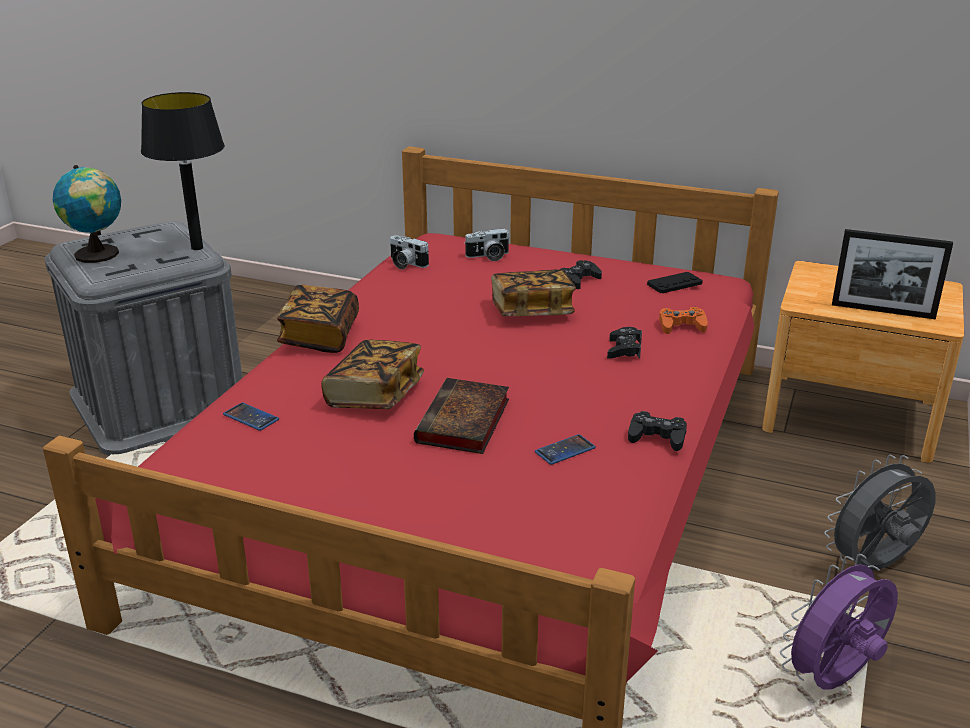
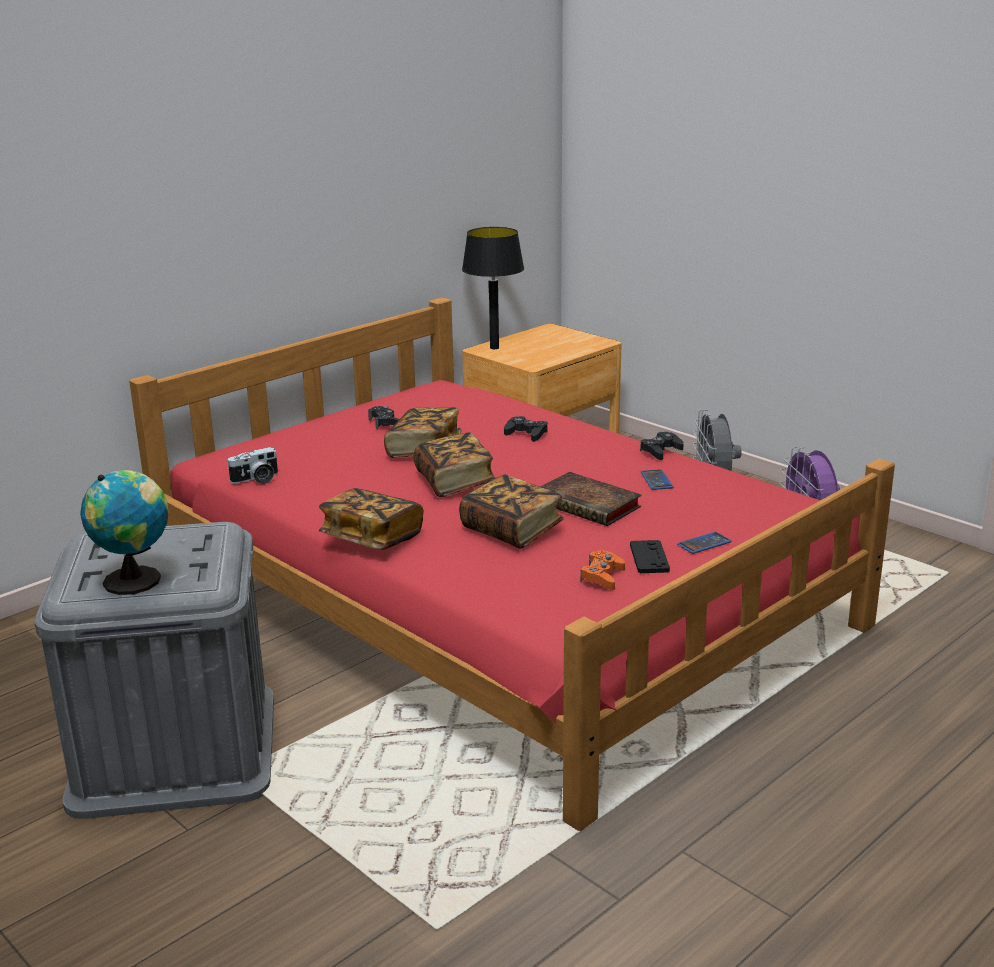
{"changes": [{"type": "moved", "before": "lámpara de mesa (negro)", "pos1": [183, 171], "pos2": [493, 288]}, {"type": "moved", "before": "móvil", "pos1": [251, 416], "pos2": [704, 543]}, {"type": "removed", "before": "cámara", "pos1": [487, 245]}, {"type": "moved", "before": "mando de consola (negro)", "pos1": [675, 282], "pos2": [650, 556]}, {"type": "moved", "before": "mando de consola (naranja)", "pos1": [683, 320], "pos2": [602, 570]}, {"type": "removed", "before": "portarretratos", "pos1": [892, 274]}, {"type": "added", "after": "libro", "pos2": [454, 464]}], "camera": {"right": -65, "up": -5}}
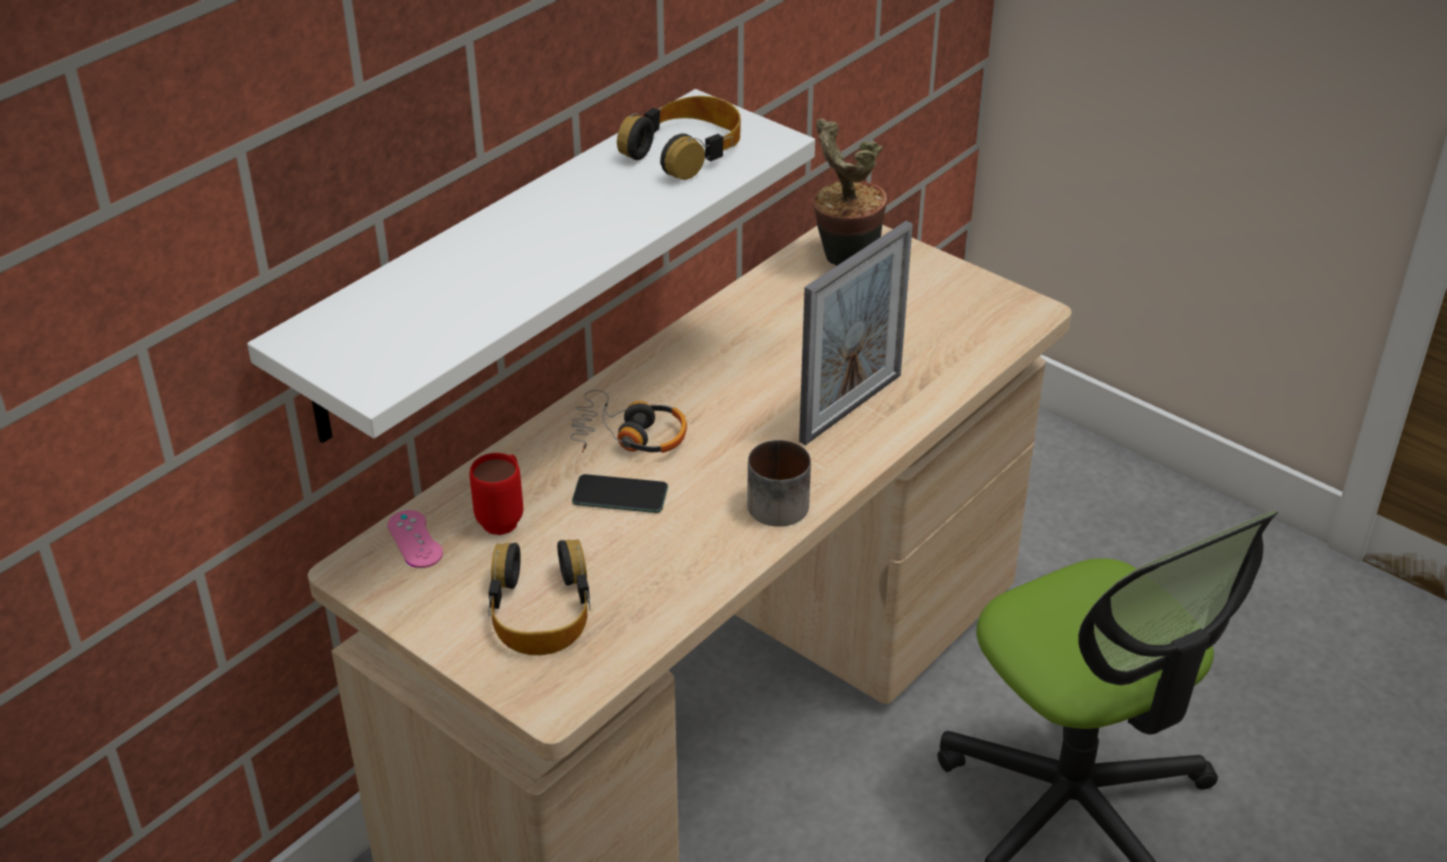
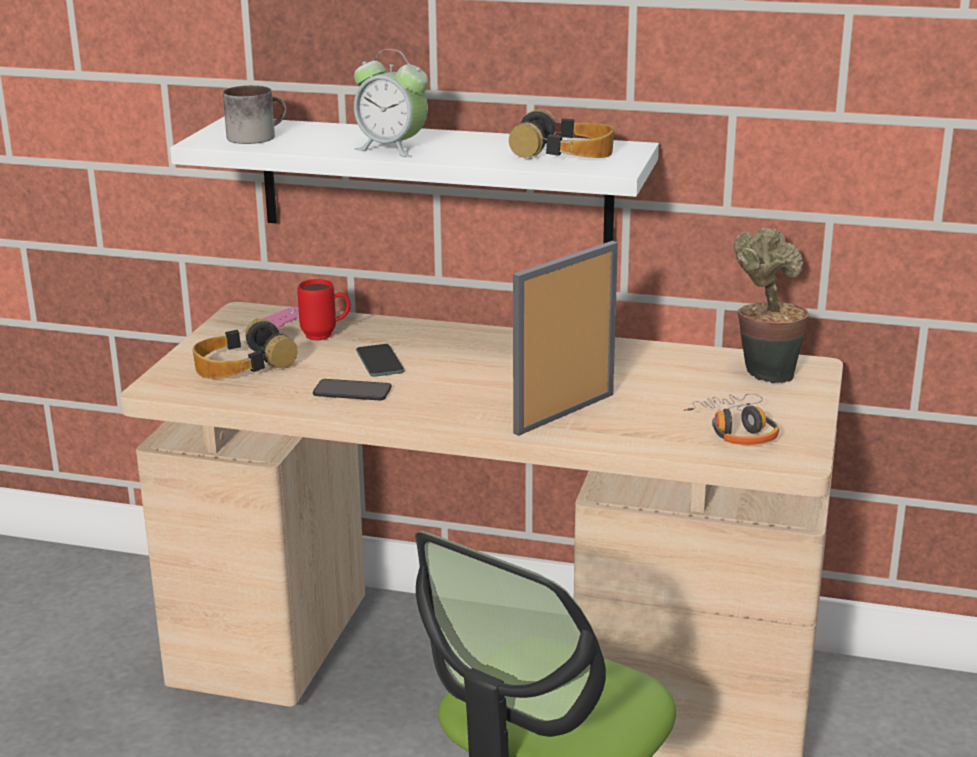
{"changes": [{"type": "moved", "before": "auriculares", "pos1": [628, 421], "pos2": [731, 419]}, {"type": "moved", "before": "taza grande", "pos1": [779, 483], "pos2": [255, 114]}, {"type": "turned", "before": "portarretratos", "pos1": [856, 333], "pos2": [565, 338], "turn": 120}, {"type": "added", "after": "móvil", "pos2": [352, 389]}, {"type": "added", "after": "despertador", "pos2": [391, 103]}], "camera": {"right": 65, "up": -15}}
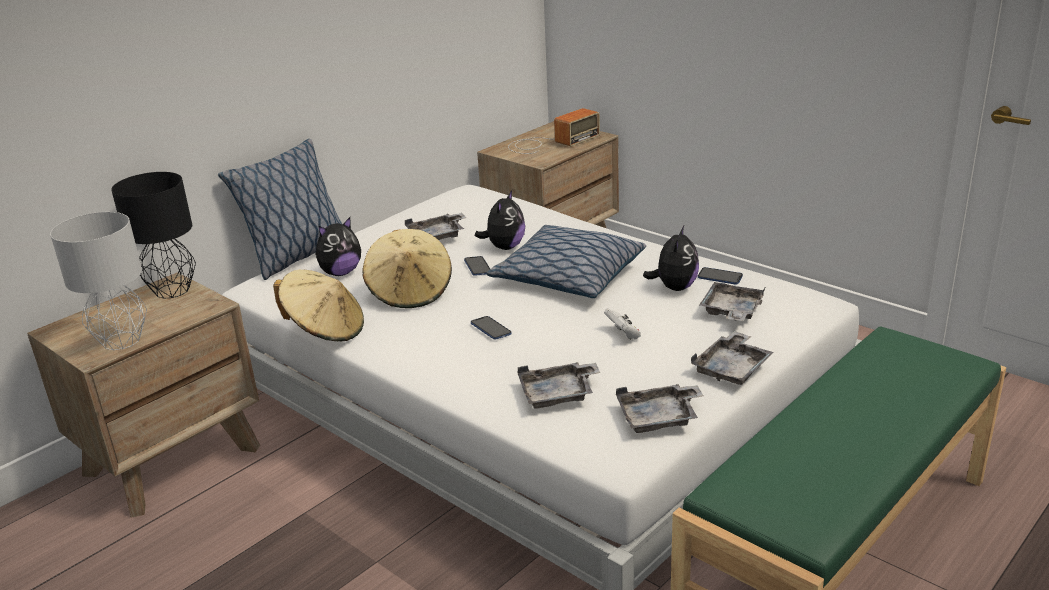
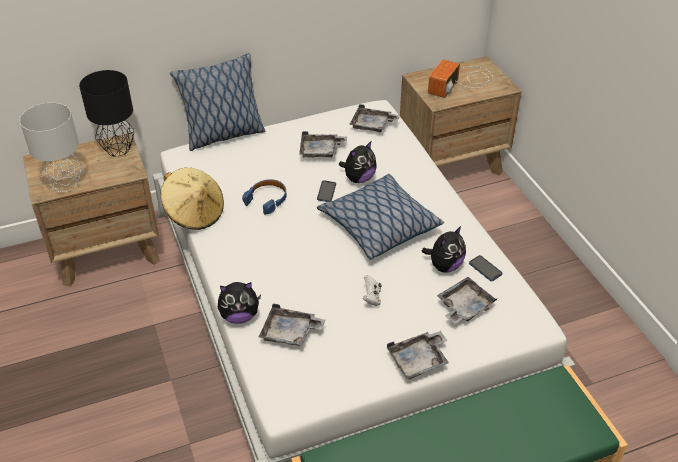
{"changes": [{"type": "moved", "before": "peluche", "pos1": [338, 246], "pos2": [239, 303]}, {"type": "replaced", "before": "sombrero (beis)", "after": "auriculares (azul)", "pos1": [407, 268], "pos2": [264, 197]}, {"type": "removed", "before": "móvil", "pos1": [491, 327]}, {"type": "turned", "before": "radio", "pos1": [554, 131], "pos2": [460, 78], "turn": 135}, {"type": "moved", "before": "bandeja (gris)", "pos1": [659, 408], "pos2": [374, 118]}], "camera": {"right": 25, "up": 15}}
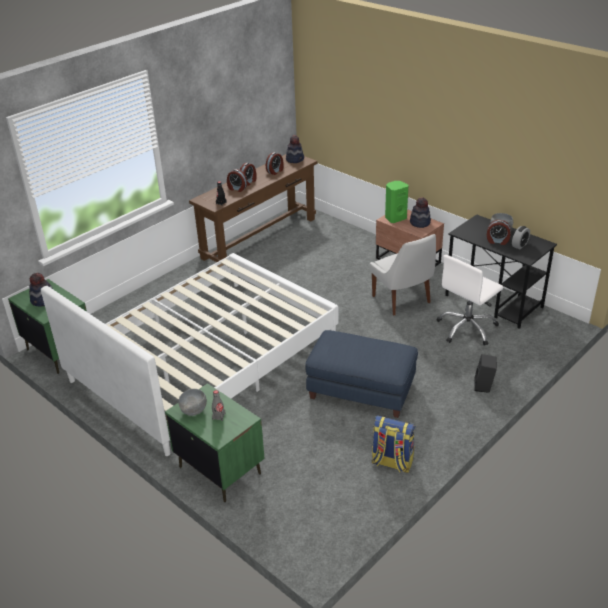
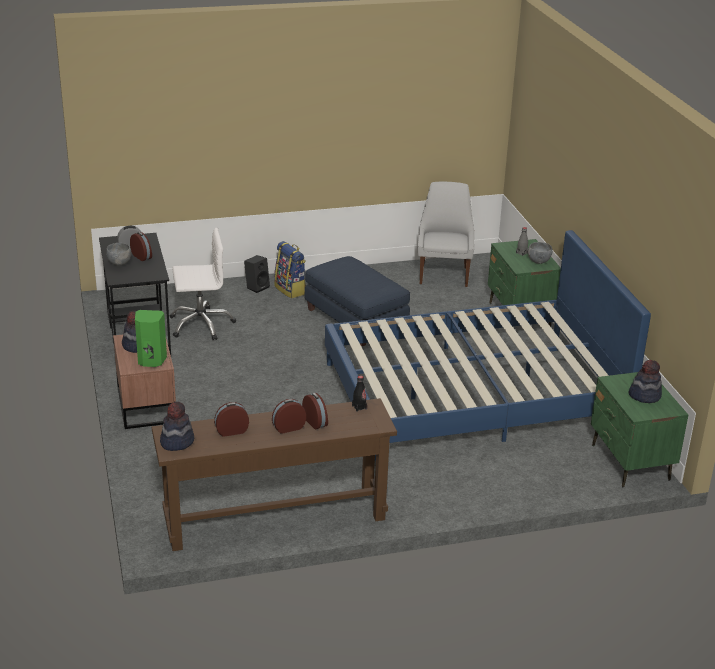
{"changes": [{"type": "recoloured", "before": "cama (blanco)", "after": "cama (azul)", "pos1": [190, 354], "pos2": [488, 345]}, {"type": "moved", "before": "silla (blanco)", "pos1": [403, 275], "pos2": [446, 234]}, {"type": "moved", "before": "mochila", "pos1": [393, 444], "pos2": [290, 270]}], "camera": {"right": -150, "up": -5}}
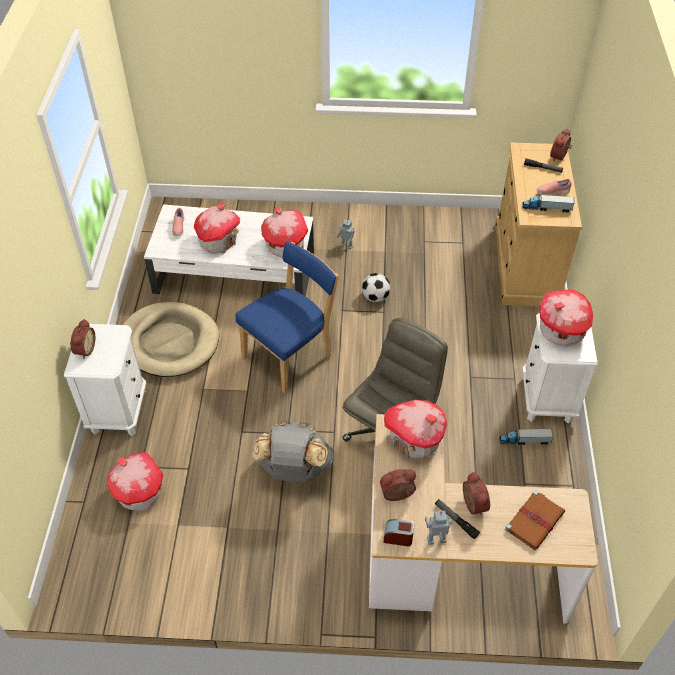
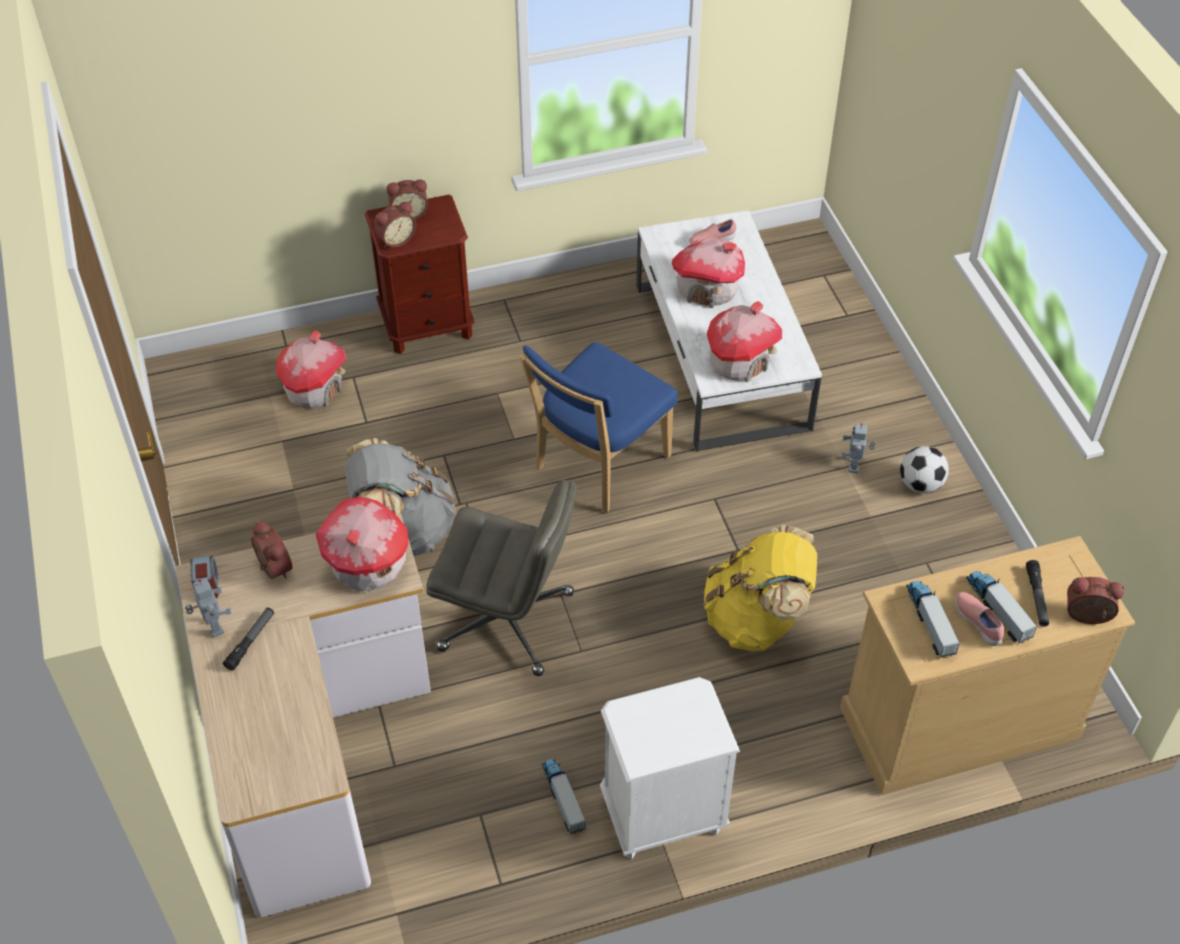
{"changes": [{"type": "recoloured", "before": "mesita de noche (blanco)", "after": "mesita de noche (marrón)", "pos1": [105, 380], "pos2": [419, 274]}, {"type": "removed", "before": "cama para perro (beis)", "pos1": [171, 339]}, {"type": "turned", "before": "silla (azul)", "pos1": [287, 317], "pos2": [599, 427], "turn": 105}, {"type": "moved", "before": "balón de fútbol", "pos1": [376, 287], "pos2": [924, 469]}, {"type": "moved", "before": "despertador", "pos1": [476, 494], "pos2": [395, 225]}, {"type": "removed", "before": "libro (marrón)", "pos1": [535, 520]}, {"type": "removed", "before": "casita", "pos1": [566, 318]}, {"type": "added", "after": "mochila (amarillo)", "pos2": [760, 588]}, {"type": "added", "after": "camión de juguete", "pos2": [1001, 607]}], "camera": {"right": 70, "up": 0}}
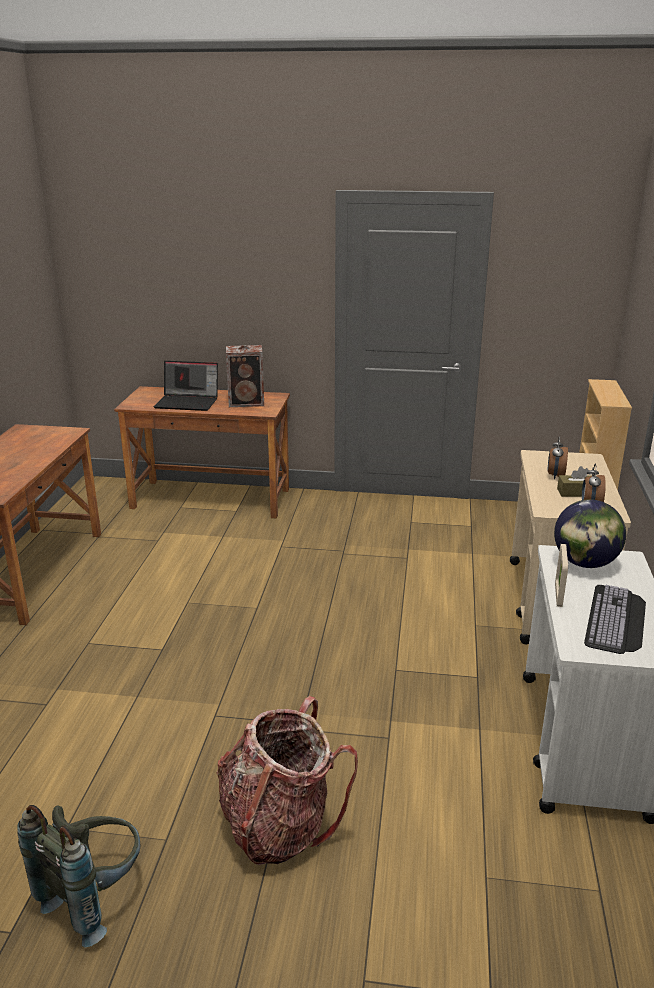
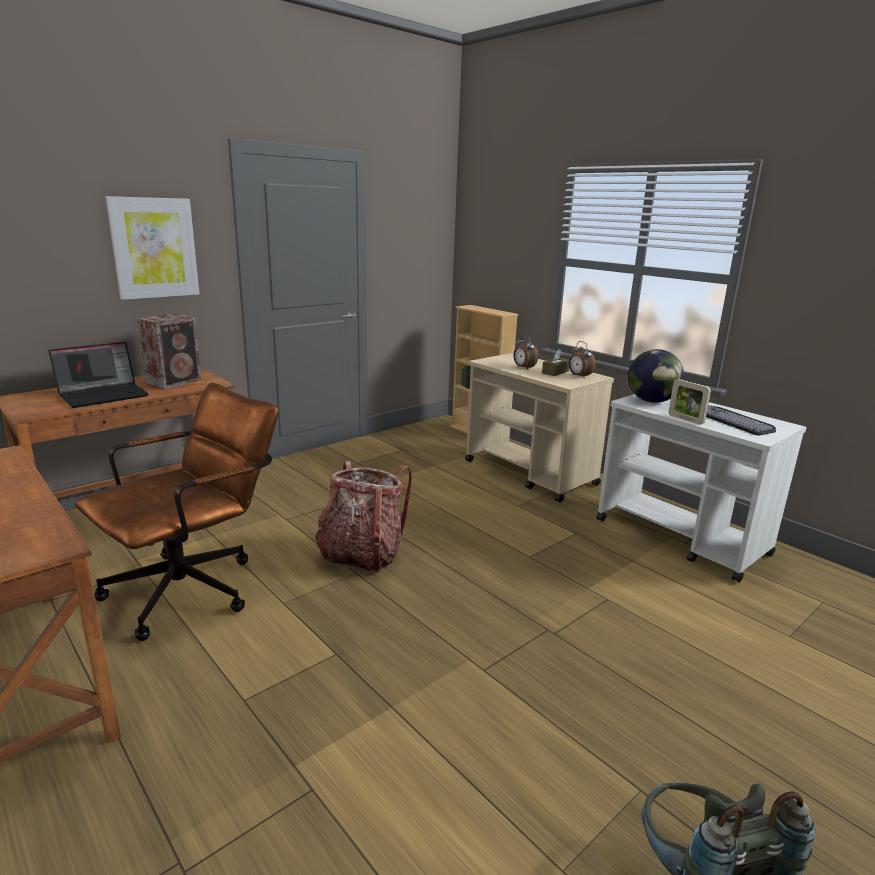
{"changes": [{"type": "moved", "before": "mochila", "pos1": [287, 780], "pos2": [363, 517]}, {"type": "added", "after": "silla de oficina (marrón)", "pos2": [177, 512]}, {"type": "added", "after": "cuadro", "pos2": [152, 248]}], "camera": {"right": -50, "up": -5}}
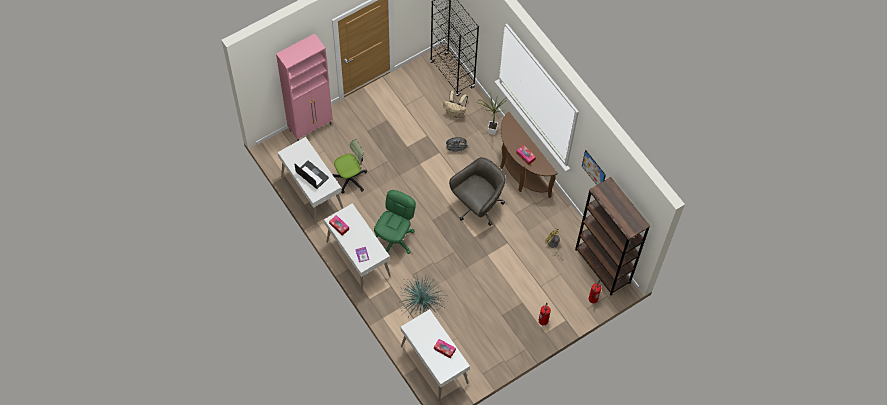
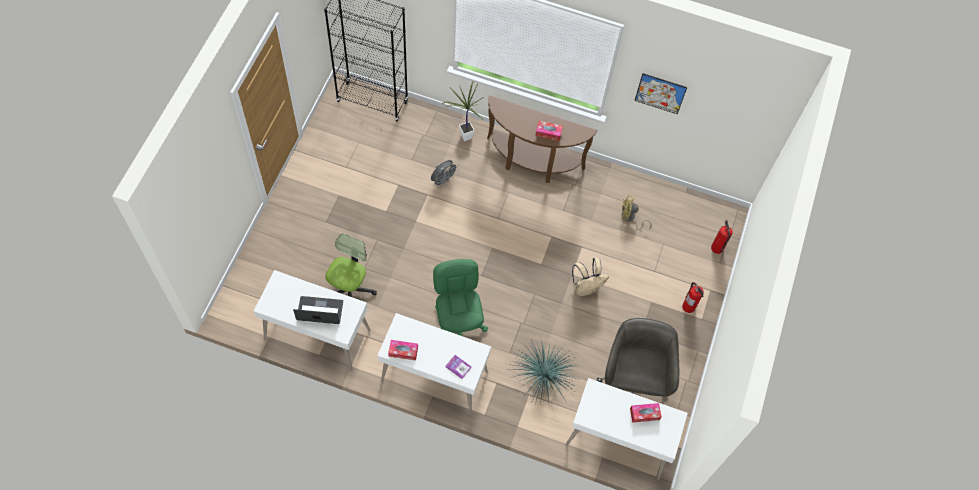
{"changes": [{"type": "removed", "before": "armario (rosa)", "pos1": [304, 87]}, {"type": "moved", "before": "mochila (beis)", "pos1": [455, 104], "pos2": [590, 277]}, {"type": "moved", "before": "silla de oficina (gris)", "pos1": [477, 191], "pos2": [638, 357]}, {"type": "removed", "before": "estantería (marrón)", "pos1": [612, 236]}], "camera": {"right": -40, "up": 0}}
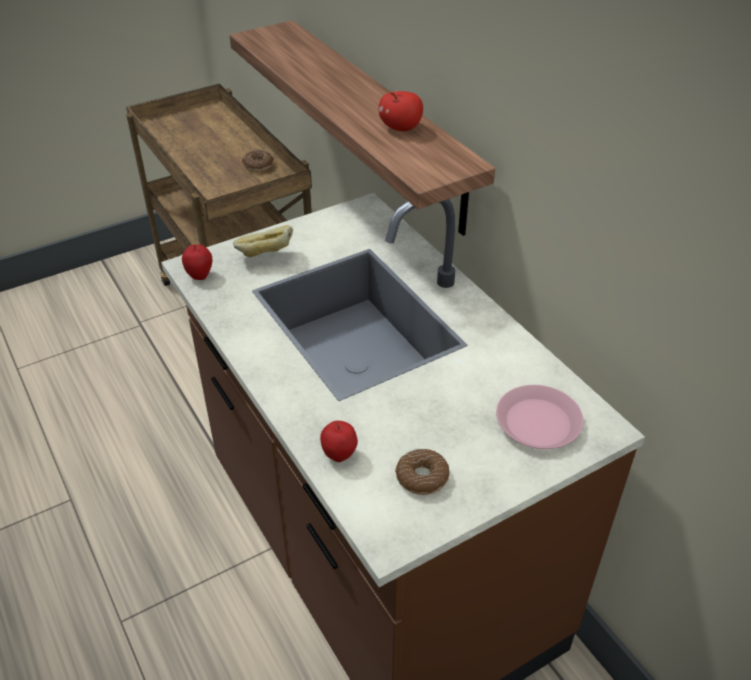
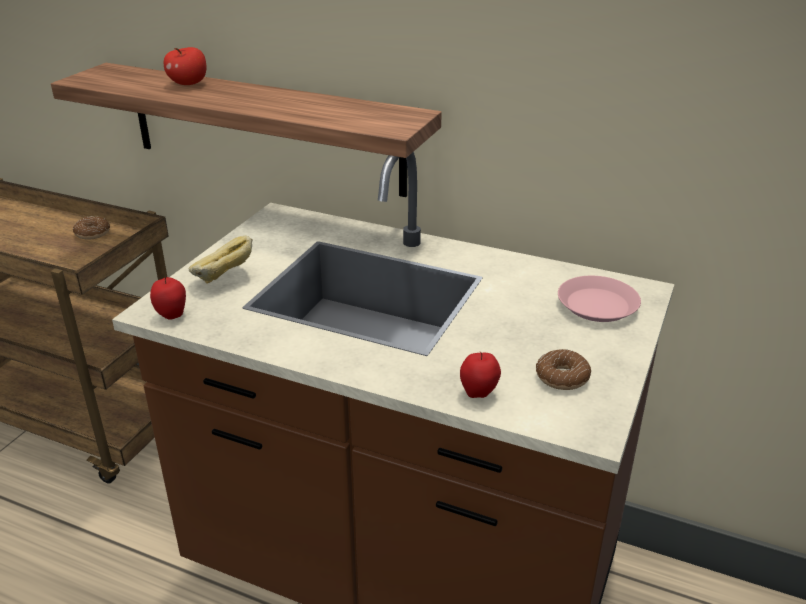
{"changes": [{"type": "moved", "before": "manzana", "pos1": [400, 111], "pos2": [185, 66]}], "camera": {"right": -35, "up": -10}}
